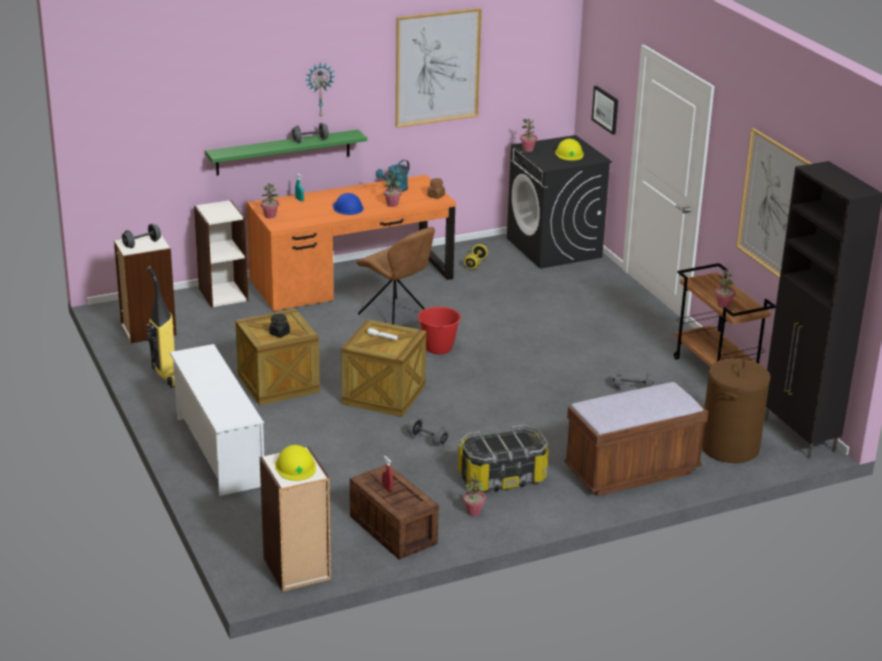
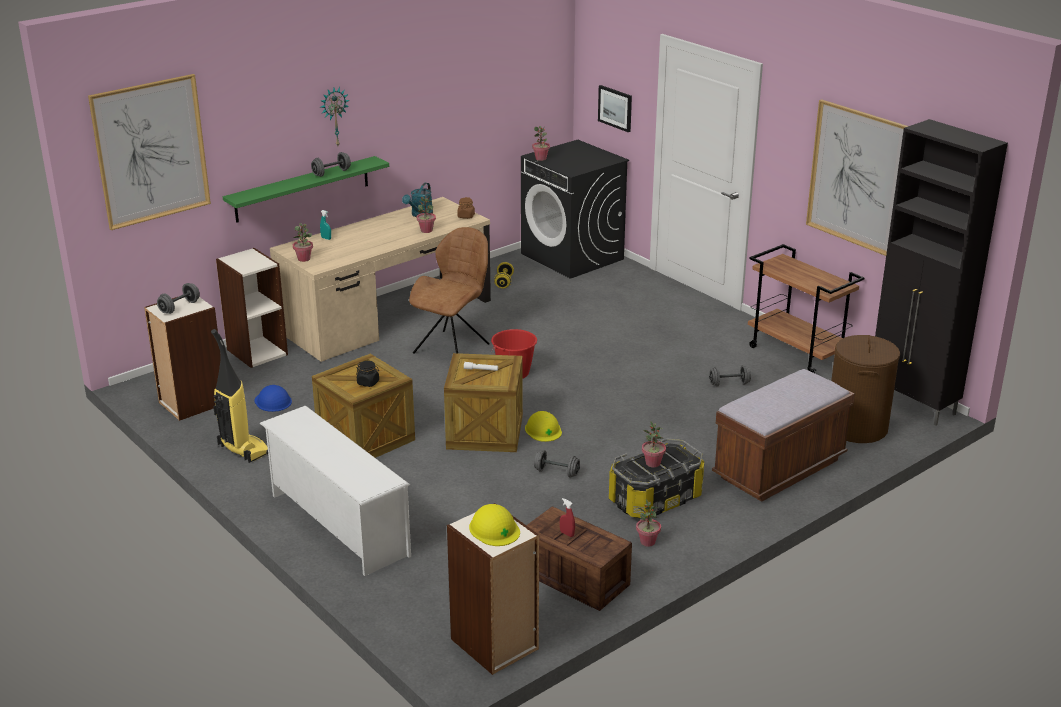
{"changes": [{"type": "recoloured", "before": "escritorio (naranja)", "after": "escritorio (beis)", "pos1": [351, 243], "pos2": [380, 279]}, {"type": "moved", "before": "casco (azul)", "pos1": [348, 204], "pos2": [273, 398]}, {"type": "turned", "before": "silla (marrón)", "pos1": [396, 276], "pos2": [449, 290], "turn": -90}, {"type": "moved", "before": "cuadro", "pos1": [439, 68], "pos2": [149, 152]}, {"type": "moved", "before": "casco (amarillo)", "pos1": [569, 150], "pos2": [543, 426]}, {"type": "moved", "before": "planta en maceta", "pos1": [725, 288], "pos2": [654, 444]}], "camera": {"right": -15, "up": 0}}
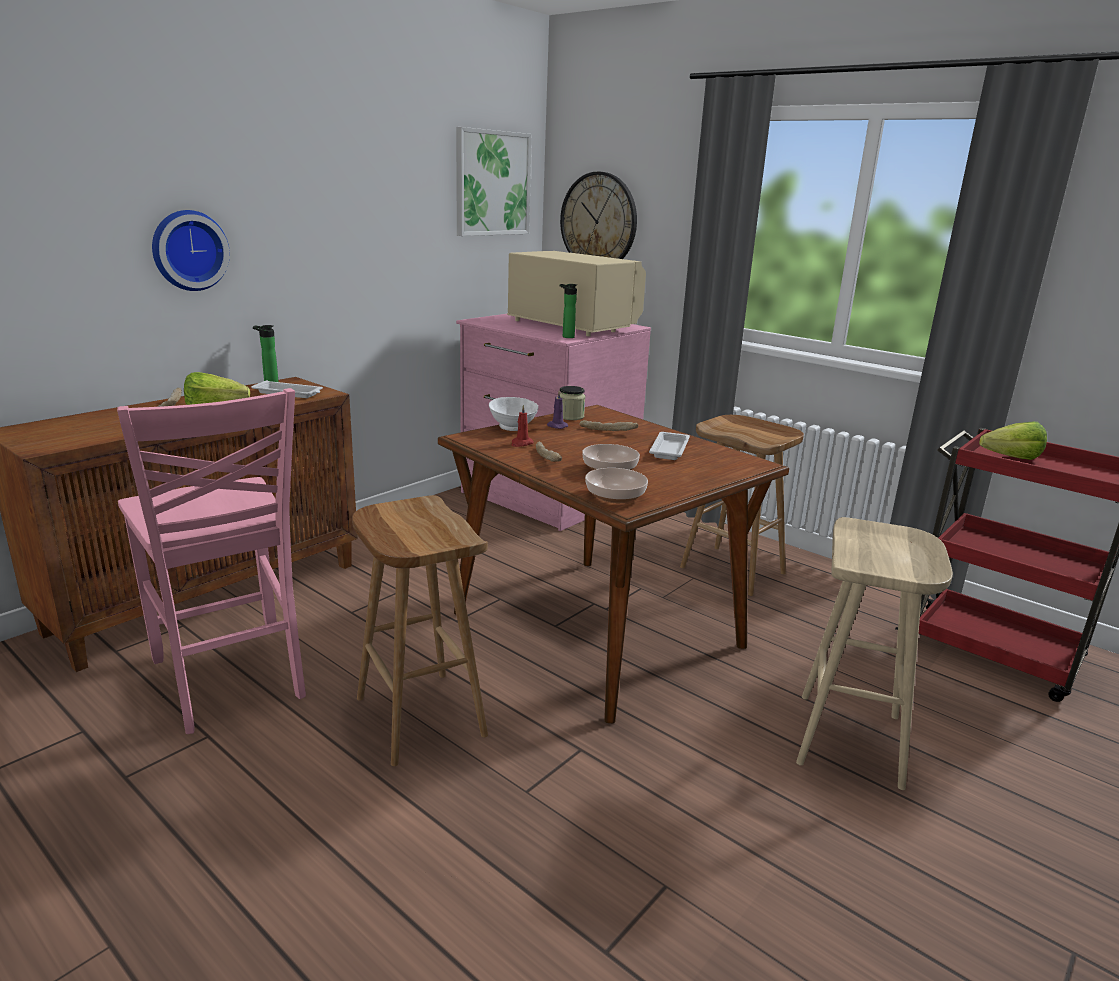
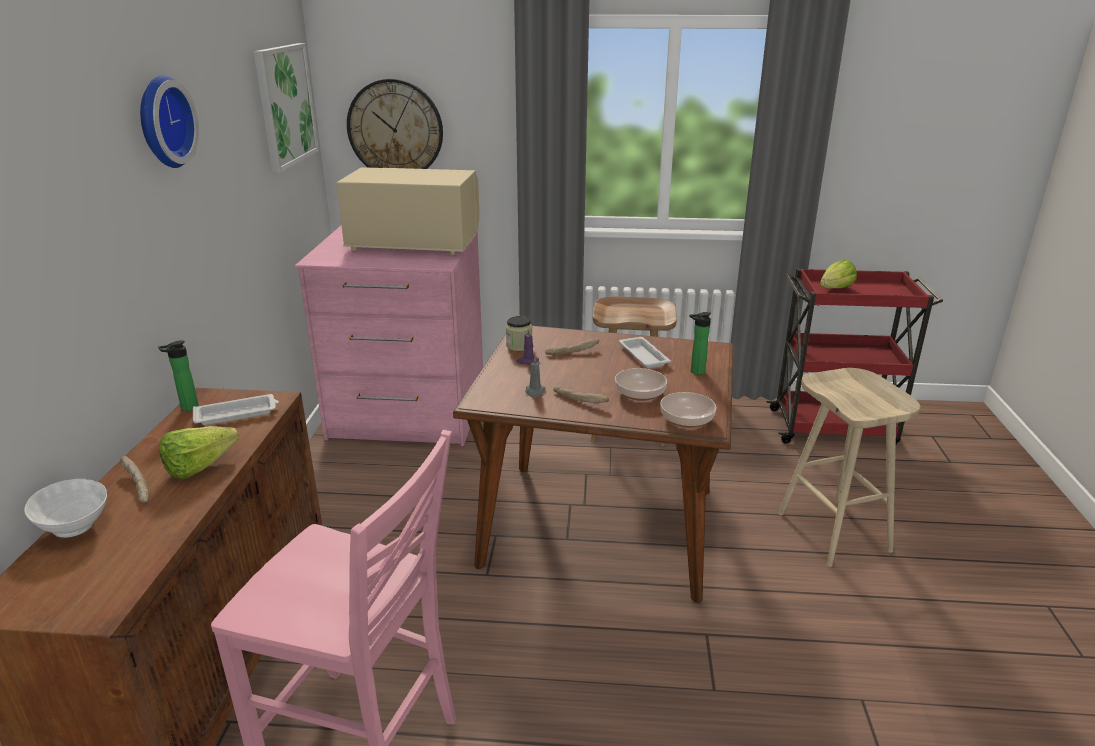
{"changes": [{"type": "moved", "before": "reloj de pared", "pos1": [191, 250], "pos2": [169, 121]}, {"type": "removed", "before": "taburete (marrón)", "pos1": [420, 630]}, {"type": "moved", "before": "cuenco (blanco)", "pos1": [513, 414], "pos2": [65, 508]}, {"type": "recoloured", "before": "vela (rojo)", "after": "vela (gris)", "pos1": [523, 426], "pos2": [536, 377]}, {"type": "moved", "before": "botella", "pos1": [568, 311], "pos2": [700, 343]}], "camera": {"right": -35, "up": 5}}
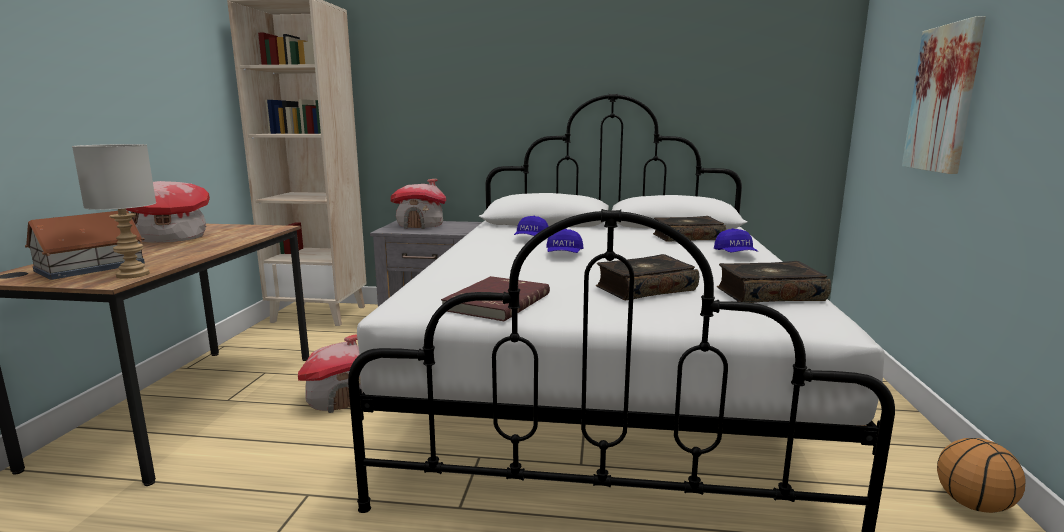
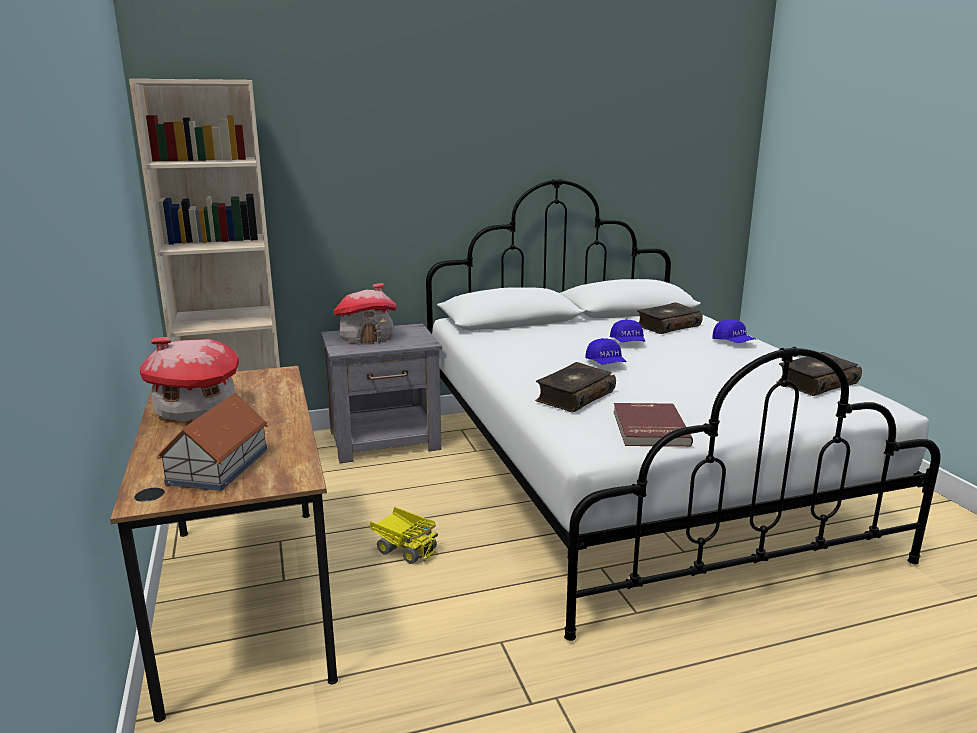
{"changes": [{"type": "removed", "before": "lámpara de mesa (gris)", "pos1": [114, 211]}, {"type": "replaced", "before": "casita", "after": "camión de juguete", "pos1": [330, 373], "pos2": [403, 535]}, {"type": "moved", "before": "gorra (azul)", "pos1": [531, 226], "pos2": [627, 330]}, {"type": "moved", "before": "libro", "pos1": [647, 277], "pos2": [575, 387]}, {"type": "removed", "before": "cuadro", "pos1": [944, 95]}, {"type": "removed", "before": "balón de baloncesto", "pos1": [981, 475]}], "camera": {"right": -25, "up": 5}}
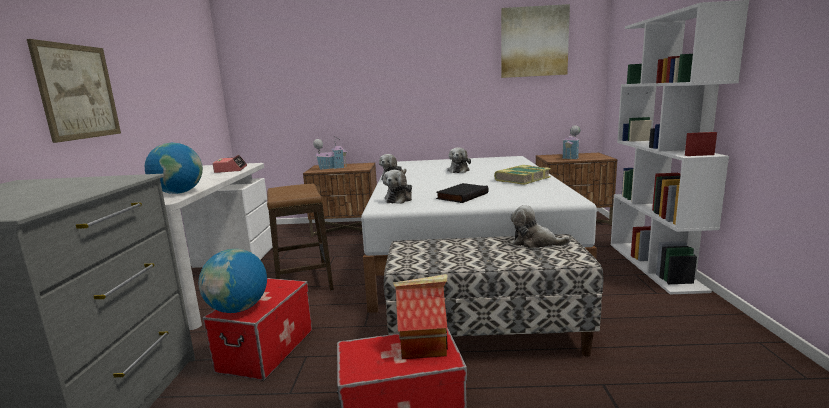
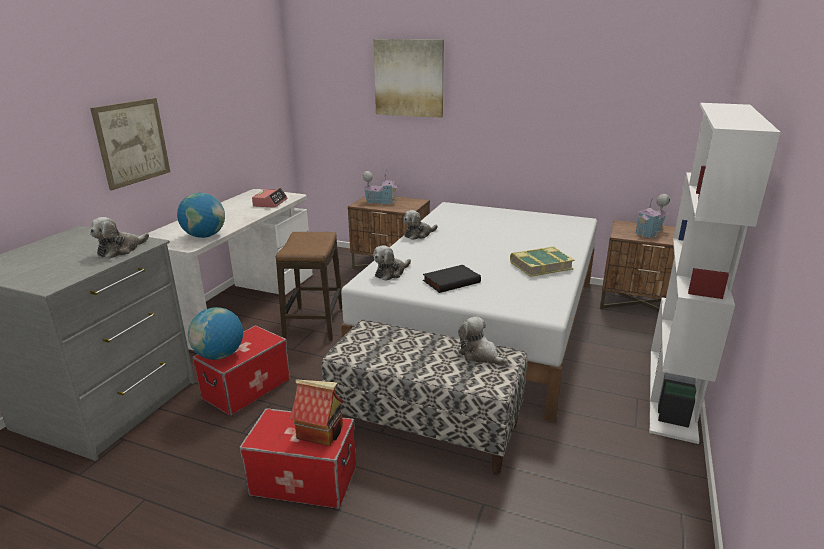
{"changes": [{"type": "moved", "before": "peluche", "pos1": [459, 160], "pos2": [119, 238]}, {"type": "moved", "before": "cuadro", "pos1": [535, 41], "pos2": [409, 78]}], "camera": {"right": 20, "up": 10}}
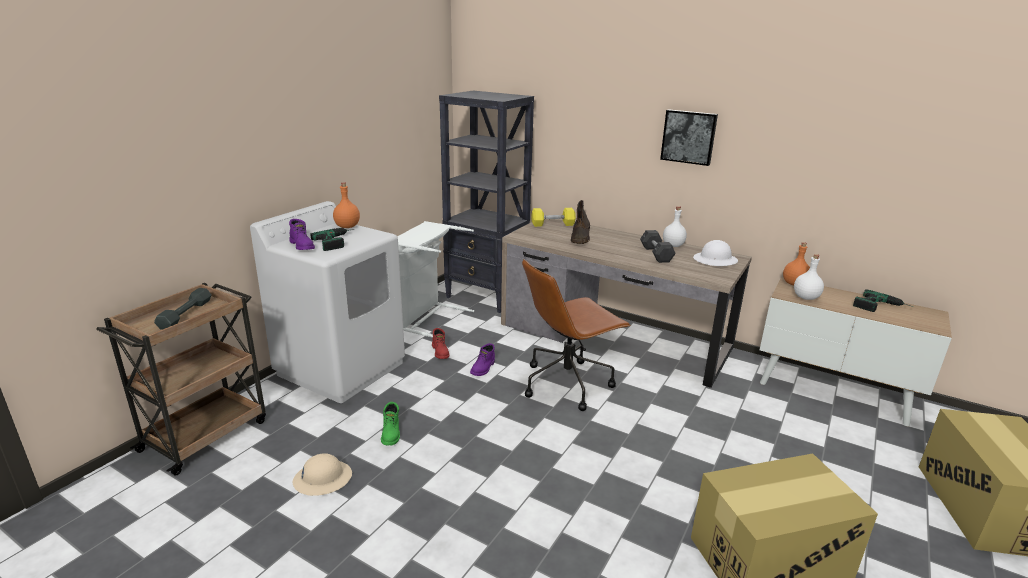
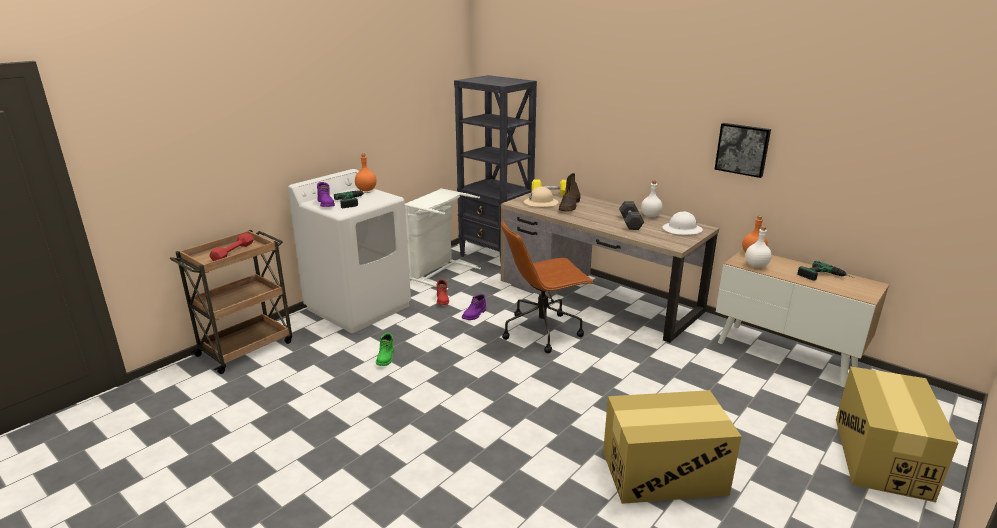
{"changes": [{"type": "recoloured", "before": "mancuerna (gris)", "after": "mancuerna (rojo)", "pos1": [183, 309], "pos2": [231, 247]}, {"type": "moved", "before": "casco (beis)", "pos1": [322, 474], "pos2": [541, 197]}, {"type": "moved", "before": "cuadro", "pos1": [689, 137], "pos2": [742, 150]}], "camera": {"right": 10, "up": 0}}
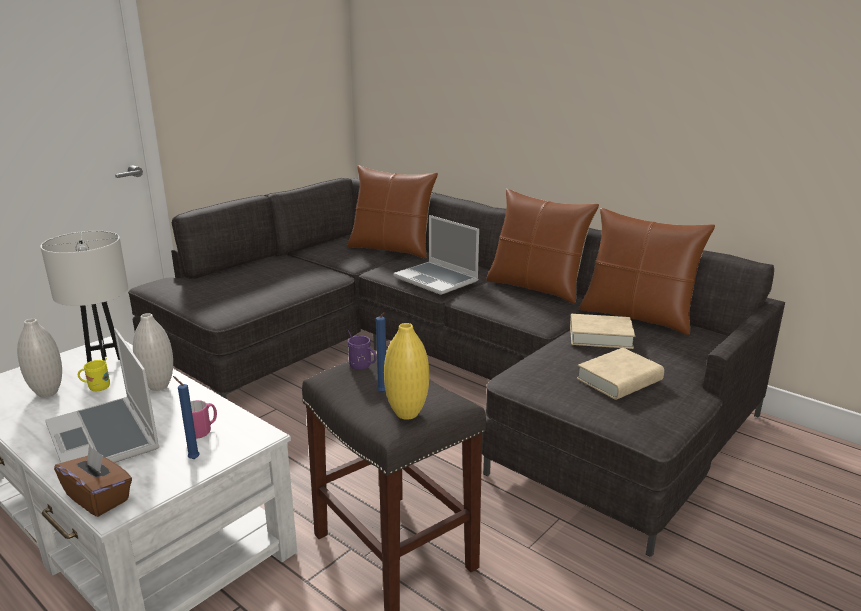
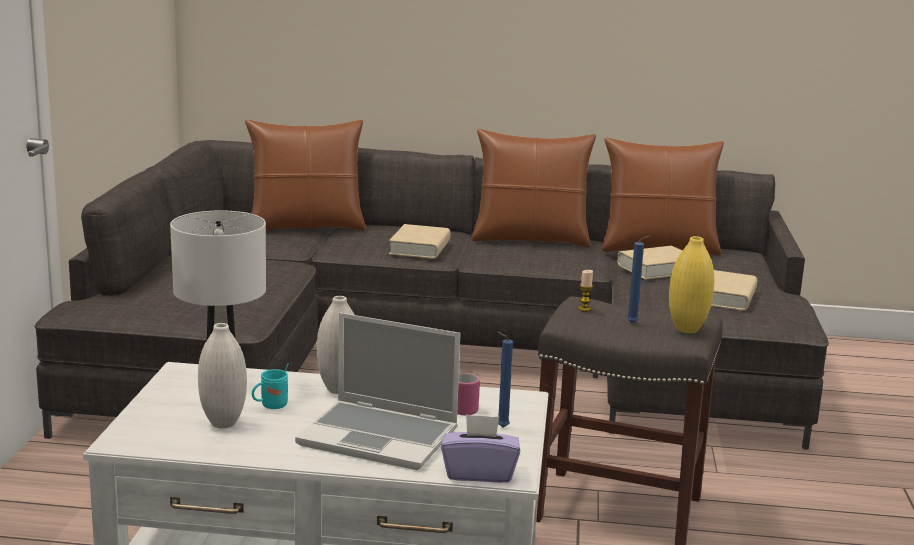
{"changes": [{"type": "recoloured", "before": "caja de pañuelos (marrón)", "after": "caja de pañuelos (morado)", "pos1": [93, 481], "pos2": [480, 448]}, {"type": "recoloured", "before": "taza grande (amarillo)", "after": "taza grande (turquesa)", "pos1": [94, 374], "pos2": [270, 386]}, {"type": "replaced", "before": "taza grande (morado)", "after": "vela", "pos1": [362, 350], "pos2": [585, 290]}, {"type": "replaced", "before": "portátil", "after": "libro (beis)", "pos1": [436, 255], "pos2": [419, 241]}], "camera": {"right": -35, "up": -5}}
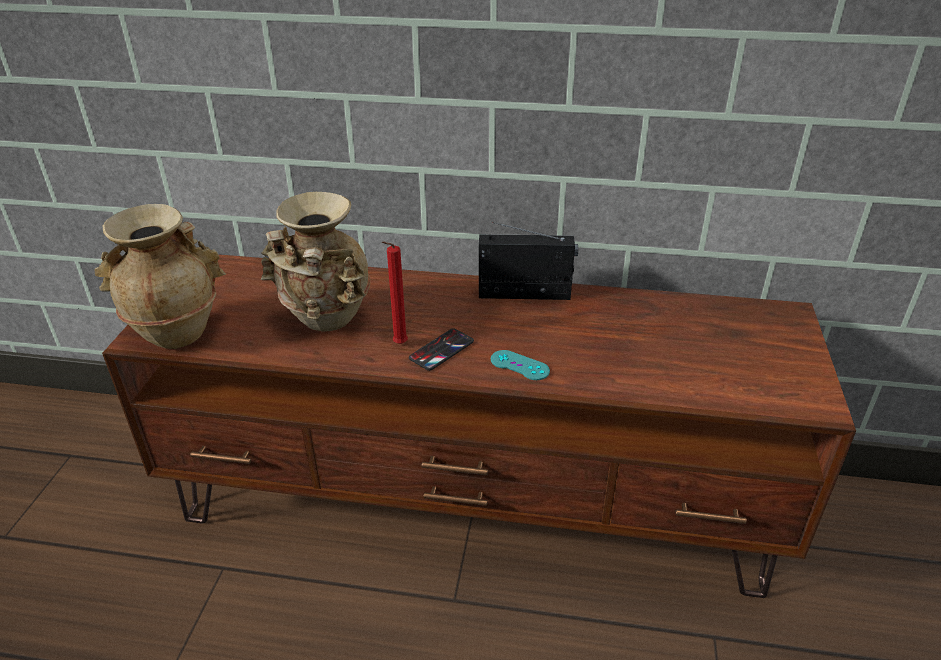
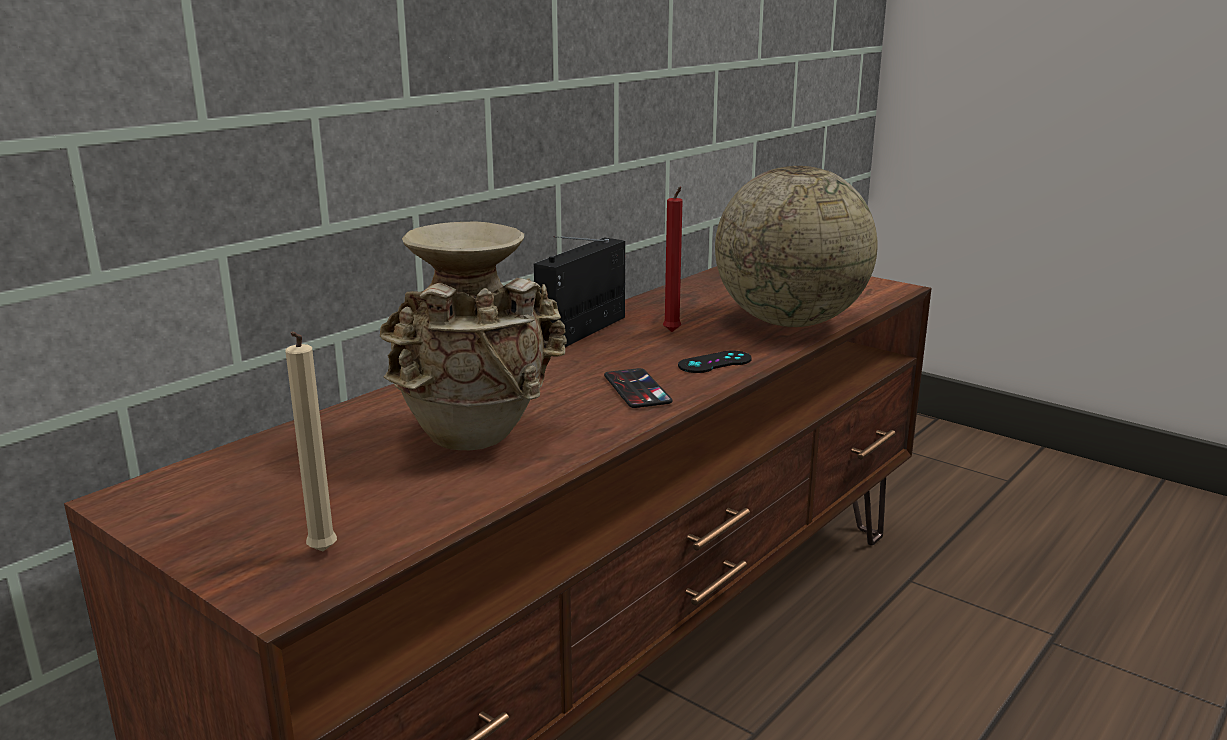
{"changes": [{"type": "replaced", "before": "florero (beis)", "after": "vela (beis)", "pos1": [160, 276], "pos2": [311, 441]}, {"type": "moved", "before": "vela (rojo)", "pos1": [395, 292], "pos2": [673, 259]}, {"type": "recoloured", "before": "mando de consola (turquesa)", "after": "mando de consola (negro)", "pos1": [520, 365], "pos2": [714, 362]}, {"type": "added", "after": "globo terráqueo", "pos2": [796, 246]}], "camera": {"right": -60, "up": -15}}
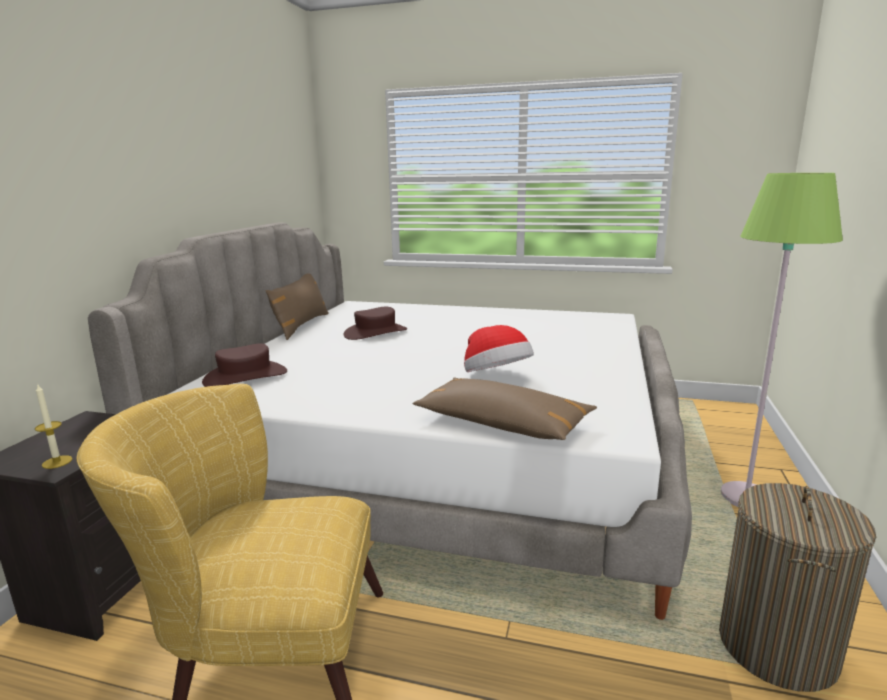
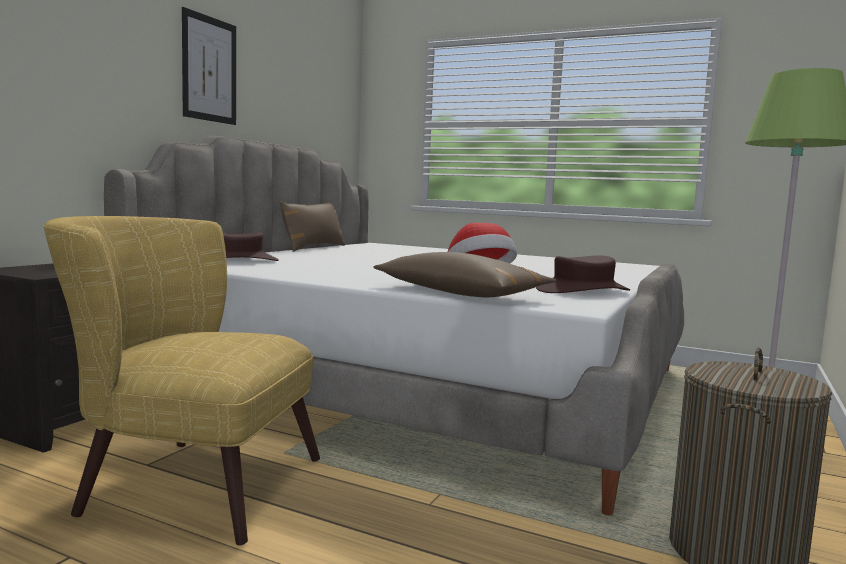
{"changes": [{"type": "removed", "before": "vela", "pos1": [54, 427]}, {"type": "moved", "before": "sombrero (marrón)", "pos1": [375, 323], "pos2": [583, 274]}, {"type": "added", "after": "cuadro", "pos2": [209, 66]}], "camera": {"right": 10, "up": -10}}
